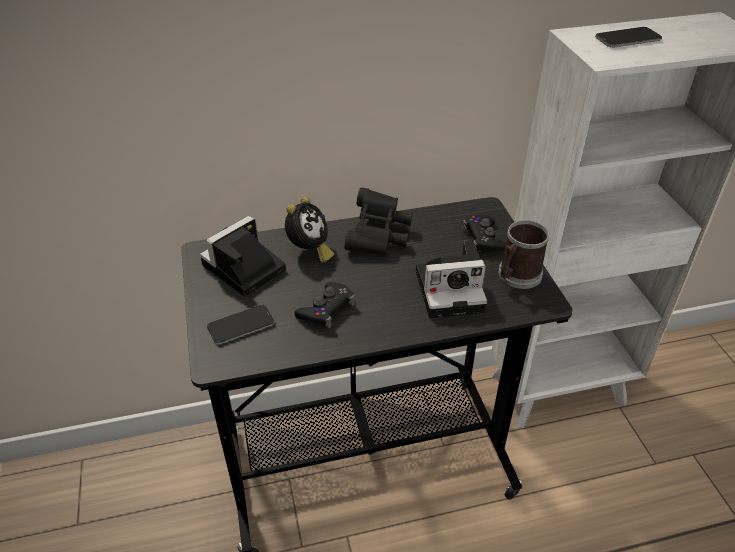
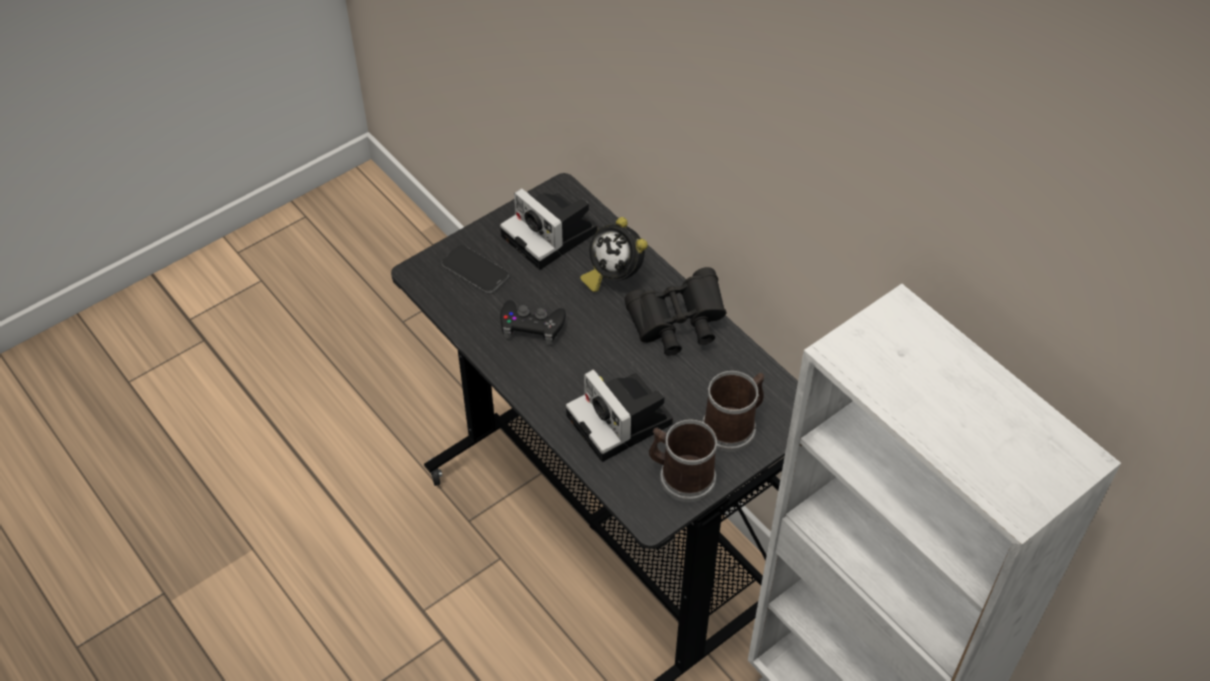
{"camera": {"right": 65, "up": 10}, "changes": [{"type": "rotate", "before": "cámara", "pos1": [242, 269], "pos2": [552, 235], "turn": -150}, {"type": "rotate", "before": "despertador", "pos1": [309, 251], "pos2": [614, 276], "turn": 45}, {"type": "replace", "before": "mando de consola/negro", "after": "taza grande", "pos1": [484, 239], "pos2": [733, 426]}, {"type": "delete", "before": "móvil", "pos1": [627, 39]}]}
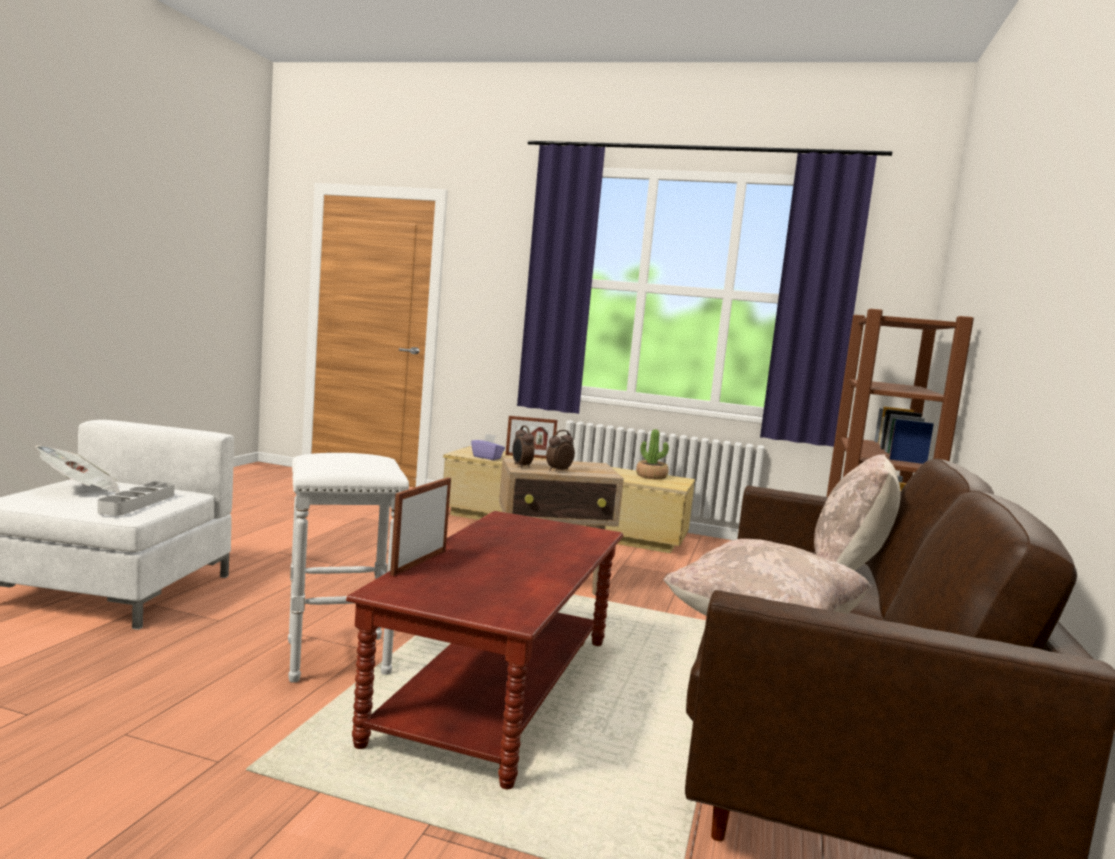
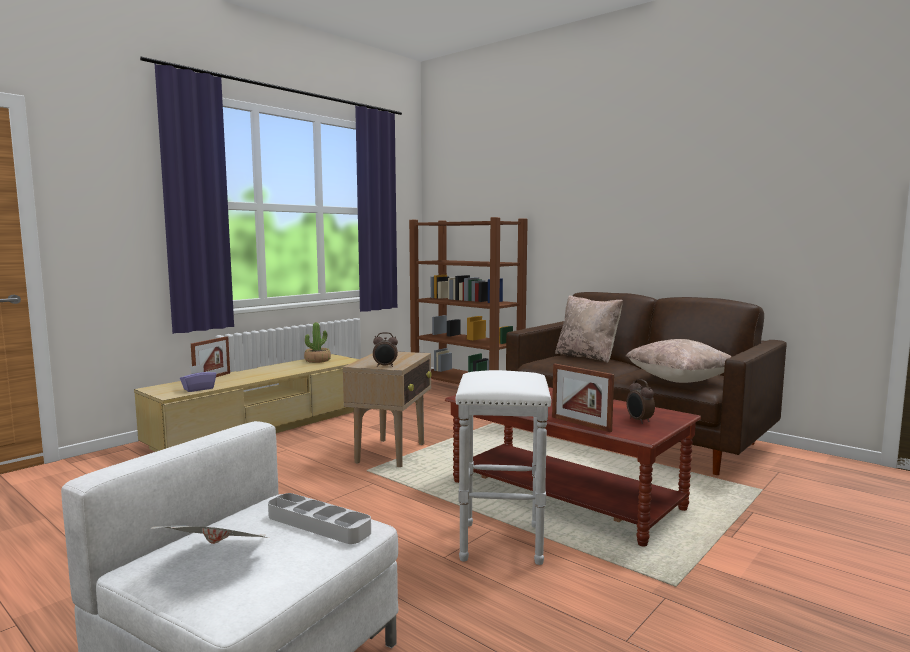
{"camera": {"right": -65, "up": 0}, "changes": [{"type": "move", "before": "despertador", "pos1": [558, 470], "pos2": [639, 421]}]}
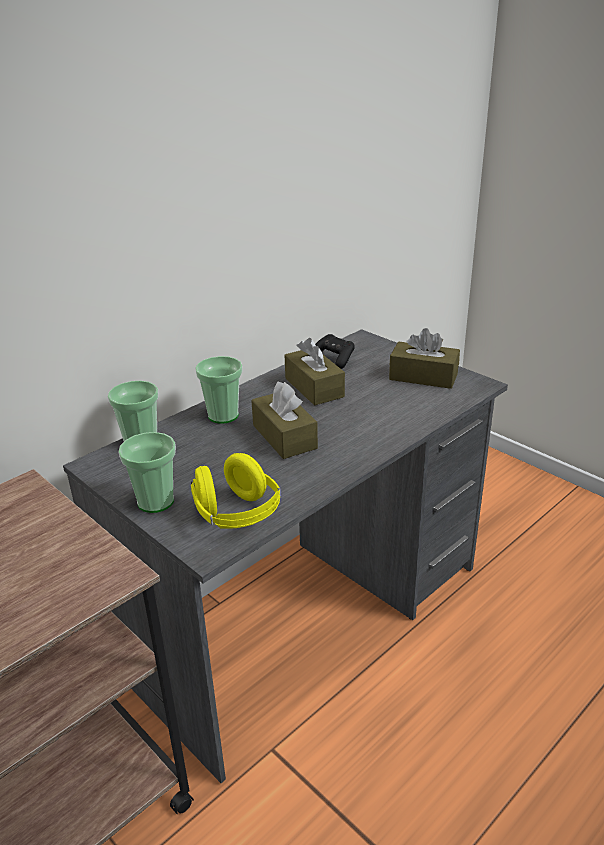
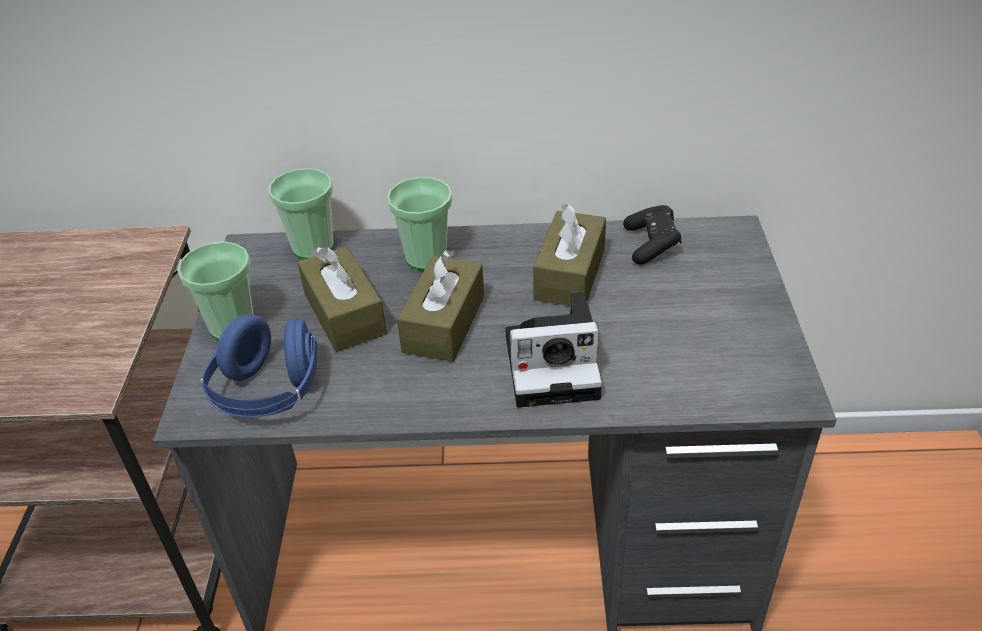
{"camera": {"right": 45, "up": 10}, "changes": [{"type": "recolor", "before": "auriculares/amarillo", "after": "auriculares/azul", "pos1": [237, 515], "pos2": [269, 392]}, {"type": "move", "before": "caja de pañuelos/marrón", "pos1": [423, 376], "pos2": [344, 314]}, {"type": "insert", "after": "cámara", "pos2": [556, 365]}]}
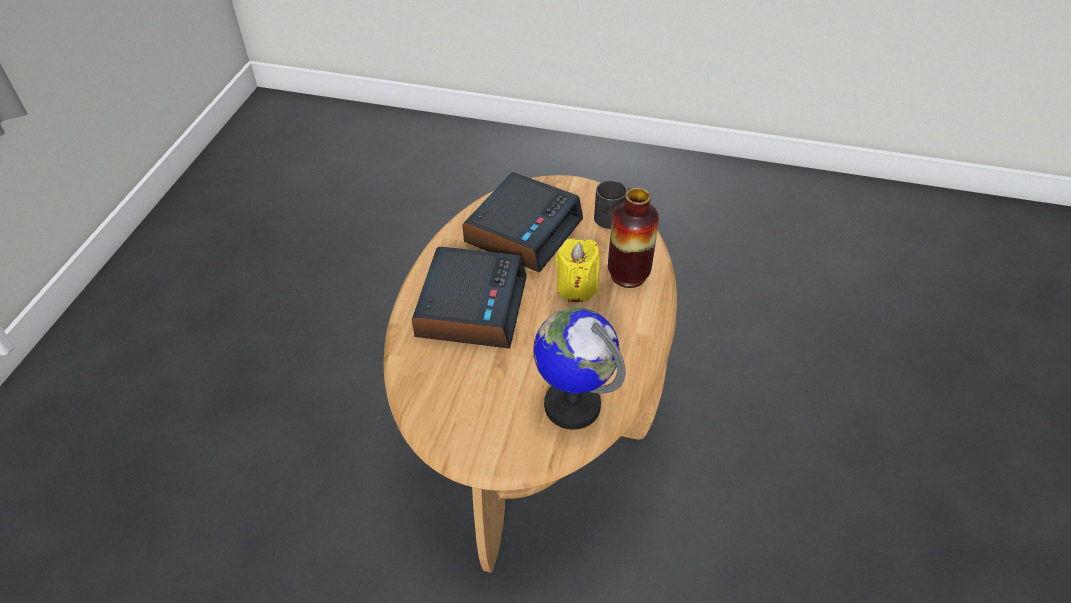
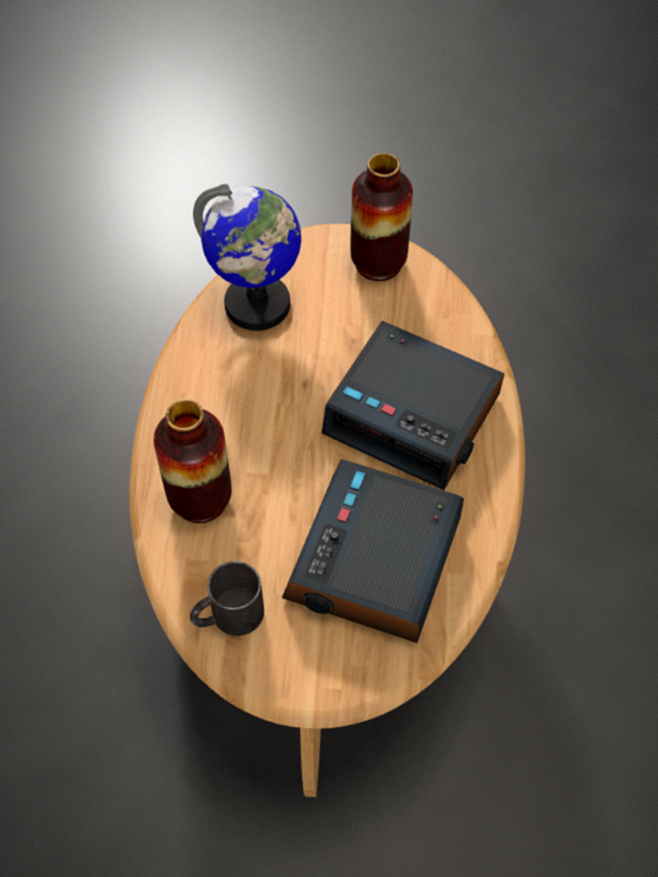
{"camera": {"right": 170, "up": 10}, "changes": [{"type": "rotate", "before": "despertador", "pos1": [470, 306], "pos2": [414, 414], "turn": -60}, {"type": "insert", "after": "florero", "pos2": [378, 263]}, {"type": "delete", "before": "vela/amarillo", "pos1": [576, 288]}]}
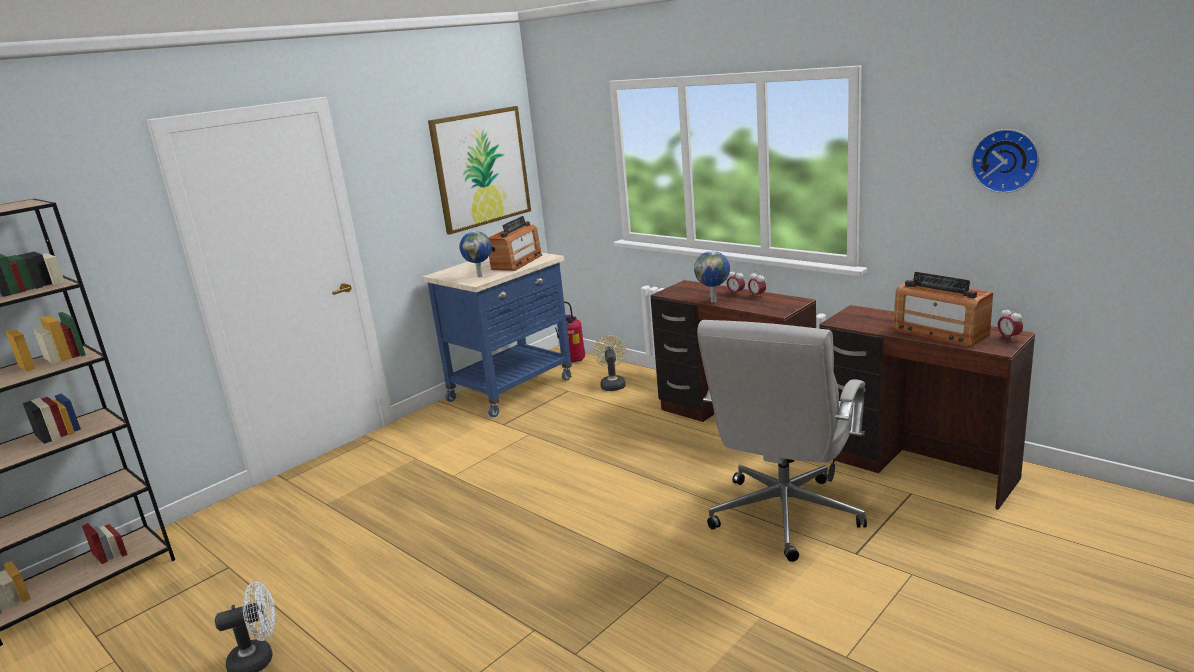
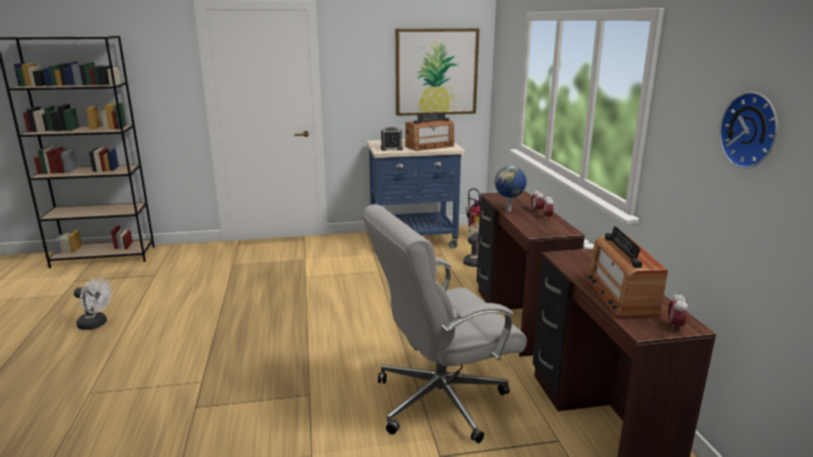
{"camera": {"right": 35, "up": 0}, "changes": [{"type": "replace", "before": "globo terráqueo", "after": "despertador", "pos1": [480, 276], "pos2": [391, 148]}]}
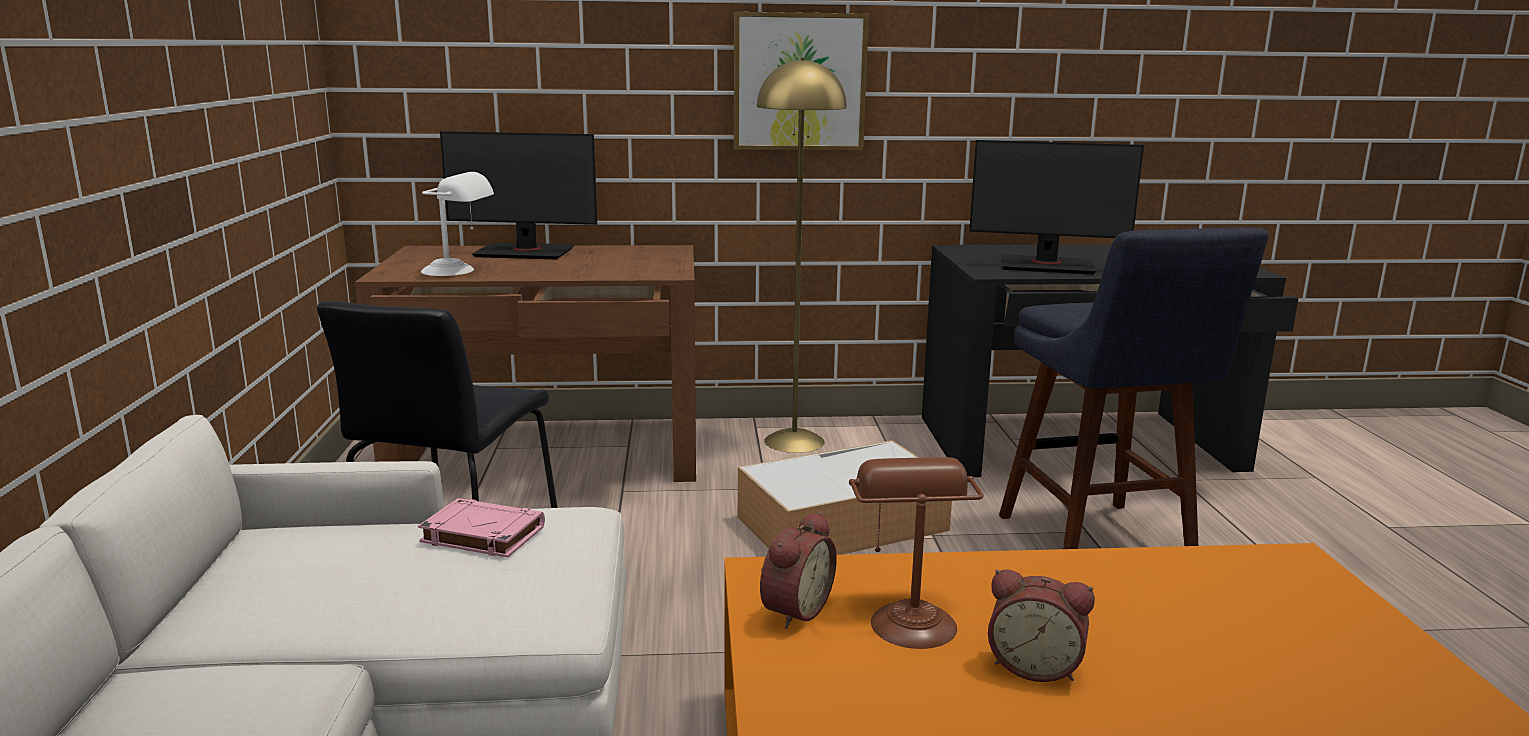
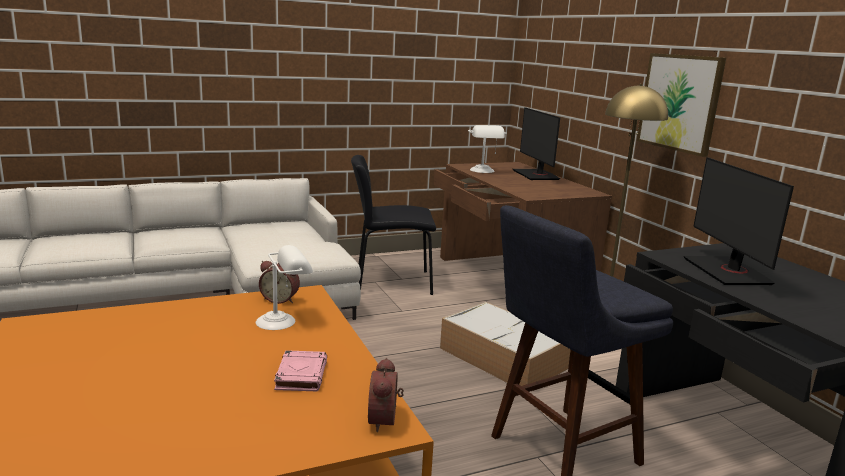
{"camera": {"right": 70, "up": 0}, "changes": [{"type": "recolor", "before": "lámpara de mesa/marrón", "after": "lámpara de mesa/blanco", "pos1": [907, 614], "pos2": [283, 320]}, {"type": "move", "before": "libro/rosa", "pos1": [481, 535], "pos2": [301, 375]}, {"type": "move", "before": "despertador", "pos1": [1034, 666], "pos2": [385, 420]}]}
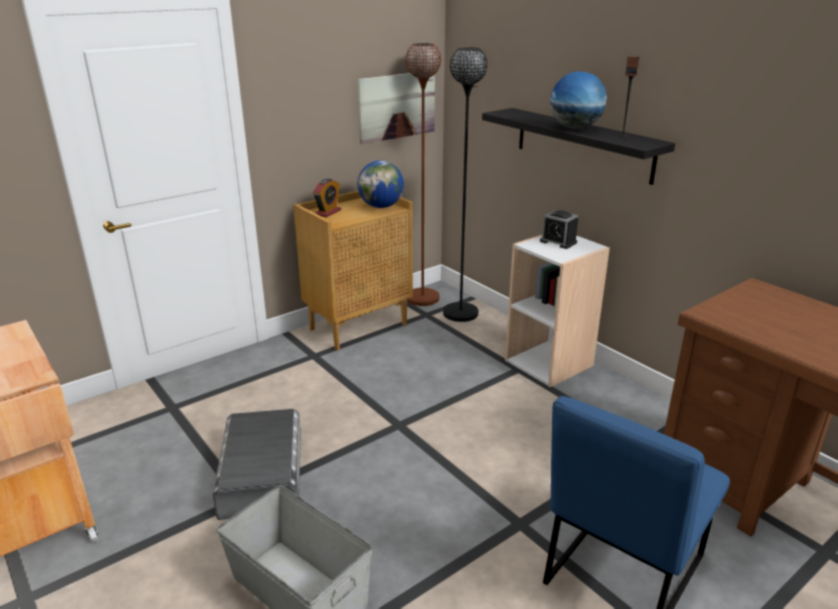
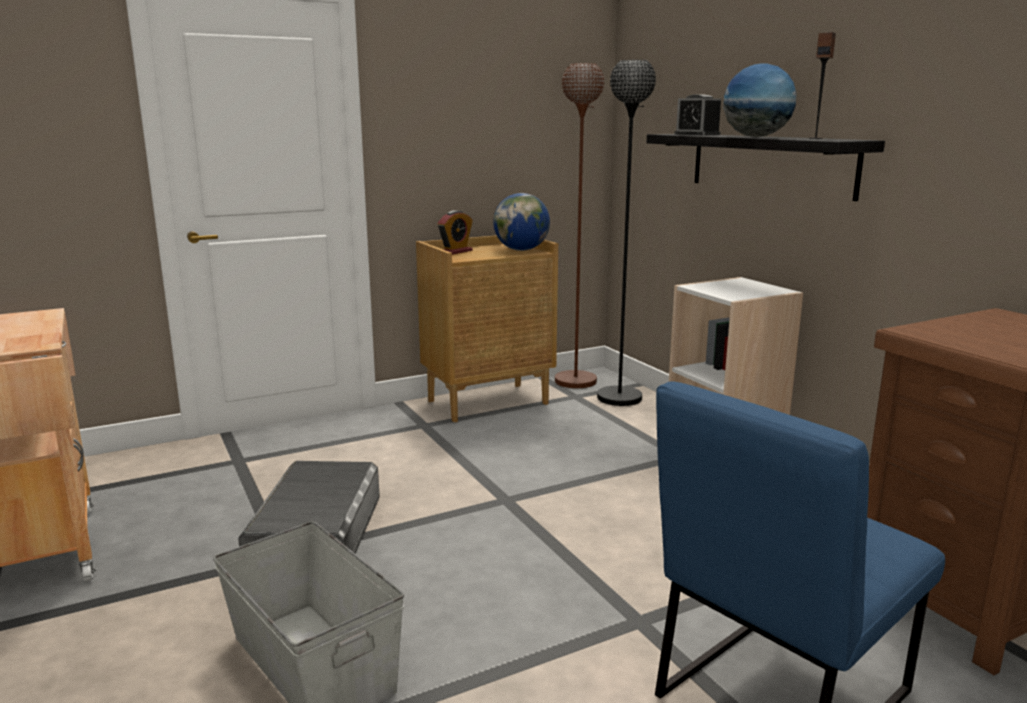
{"camera": {"right": 10, "up": -10}, "changes": [{"type": "move", "before": "despertador", "pos1": [558, 242], "pos2": [697, 134]}, {"type": "delete", "before": "cuadro", "pos1": [397, 106]}]}
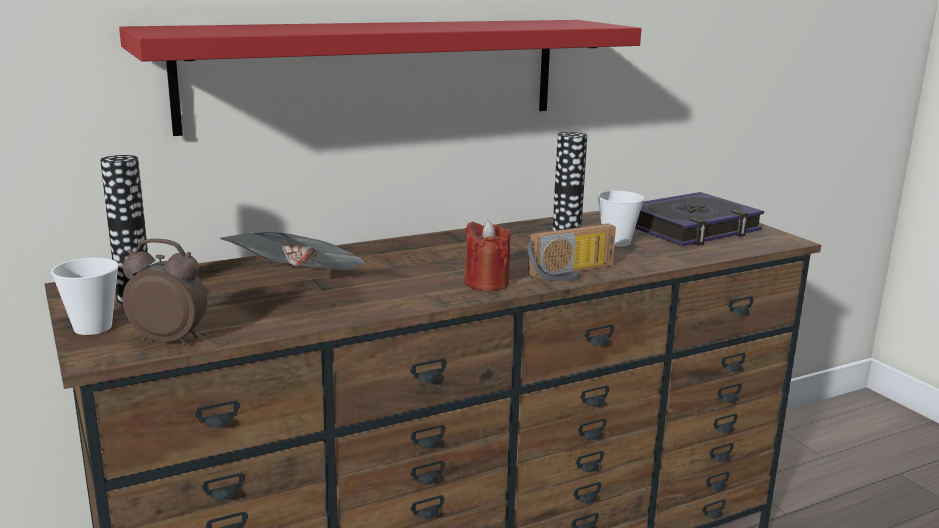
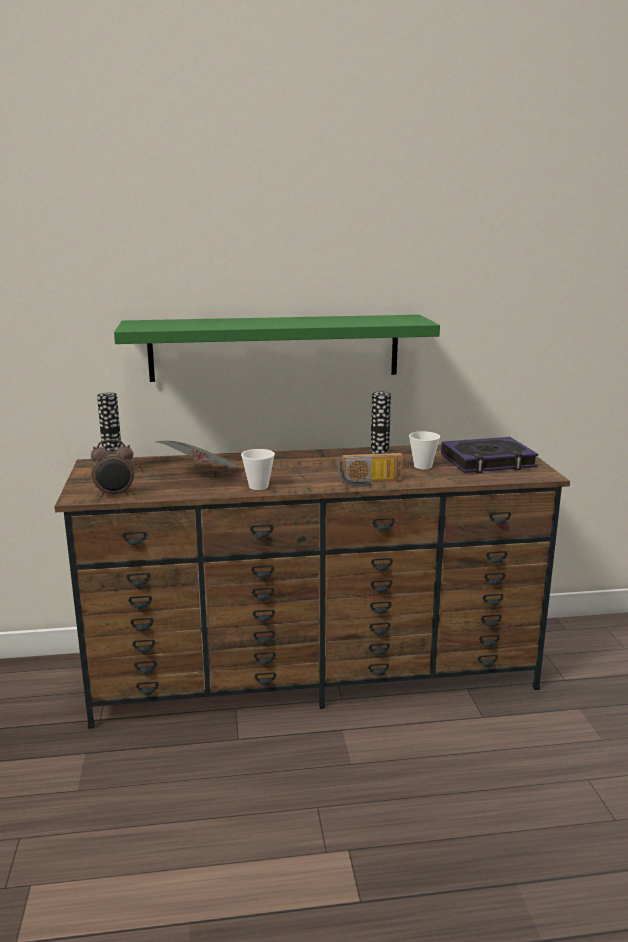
{"camera": {"right": 20, "up": 0}, "changes": [{"type": "rotate", "before": "despertador", "pos1": [169, 340], "pos2": [115, 494], "turn": 135}, {"type": "recolor", "before": "estante/rojo", "after": "estante/verde", "pos1": [376, 73], "pos2": [275, 347]}, {"type": "move", "before": "taza", "pos1": [93, 327], "pos2": [258, 486]}, {"type": "delete", "before": "vela/rojo", "pos1": [486, 283]}]}
